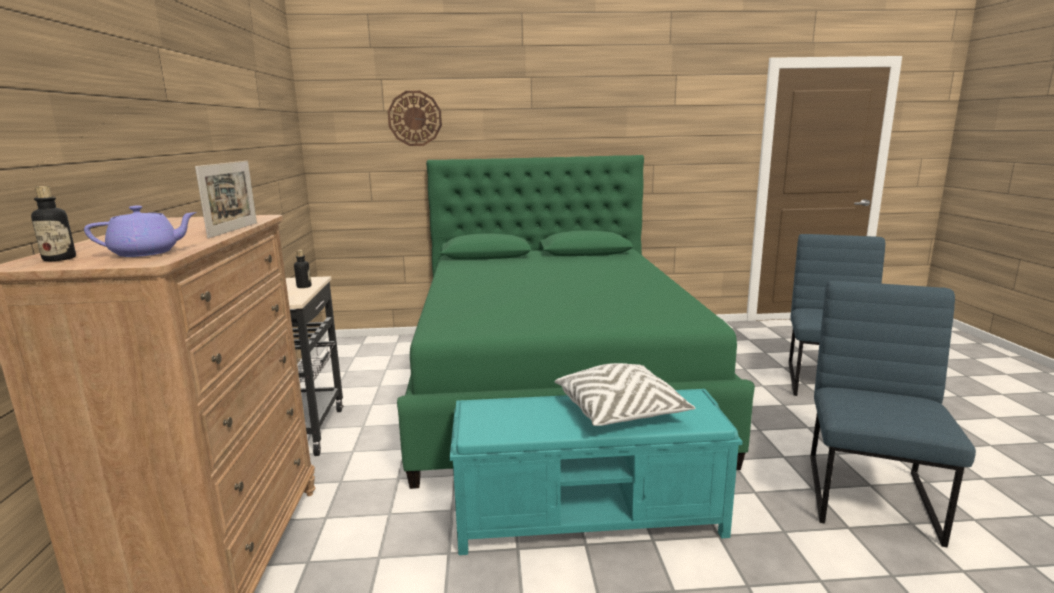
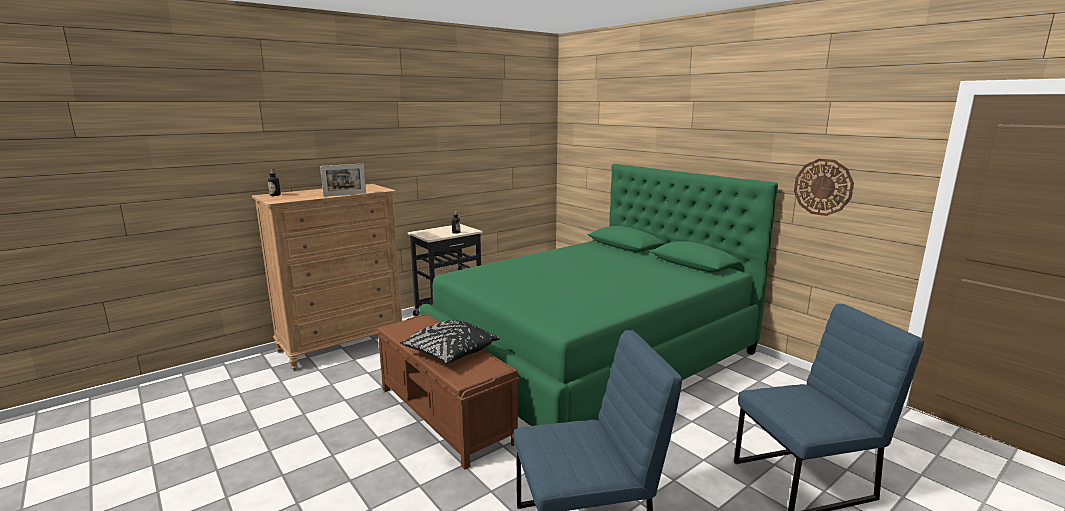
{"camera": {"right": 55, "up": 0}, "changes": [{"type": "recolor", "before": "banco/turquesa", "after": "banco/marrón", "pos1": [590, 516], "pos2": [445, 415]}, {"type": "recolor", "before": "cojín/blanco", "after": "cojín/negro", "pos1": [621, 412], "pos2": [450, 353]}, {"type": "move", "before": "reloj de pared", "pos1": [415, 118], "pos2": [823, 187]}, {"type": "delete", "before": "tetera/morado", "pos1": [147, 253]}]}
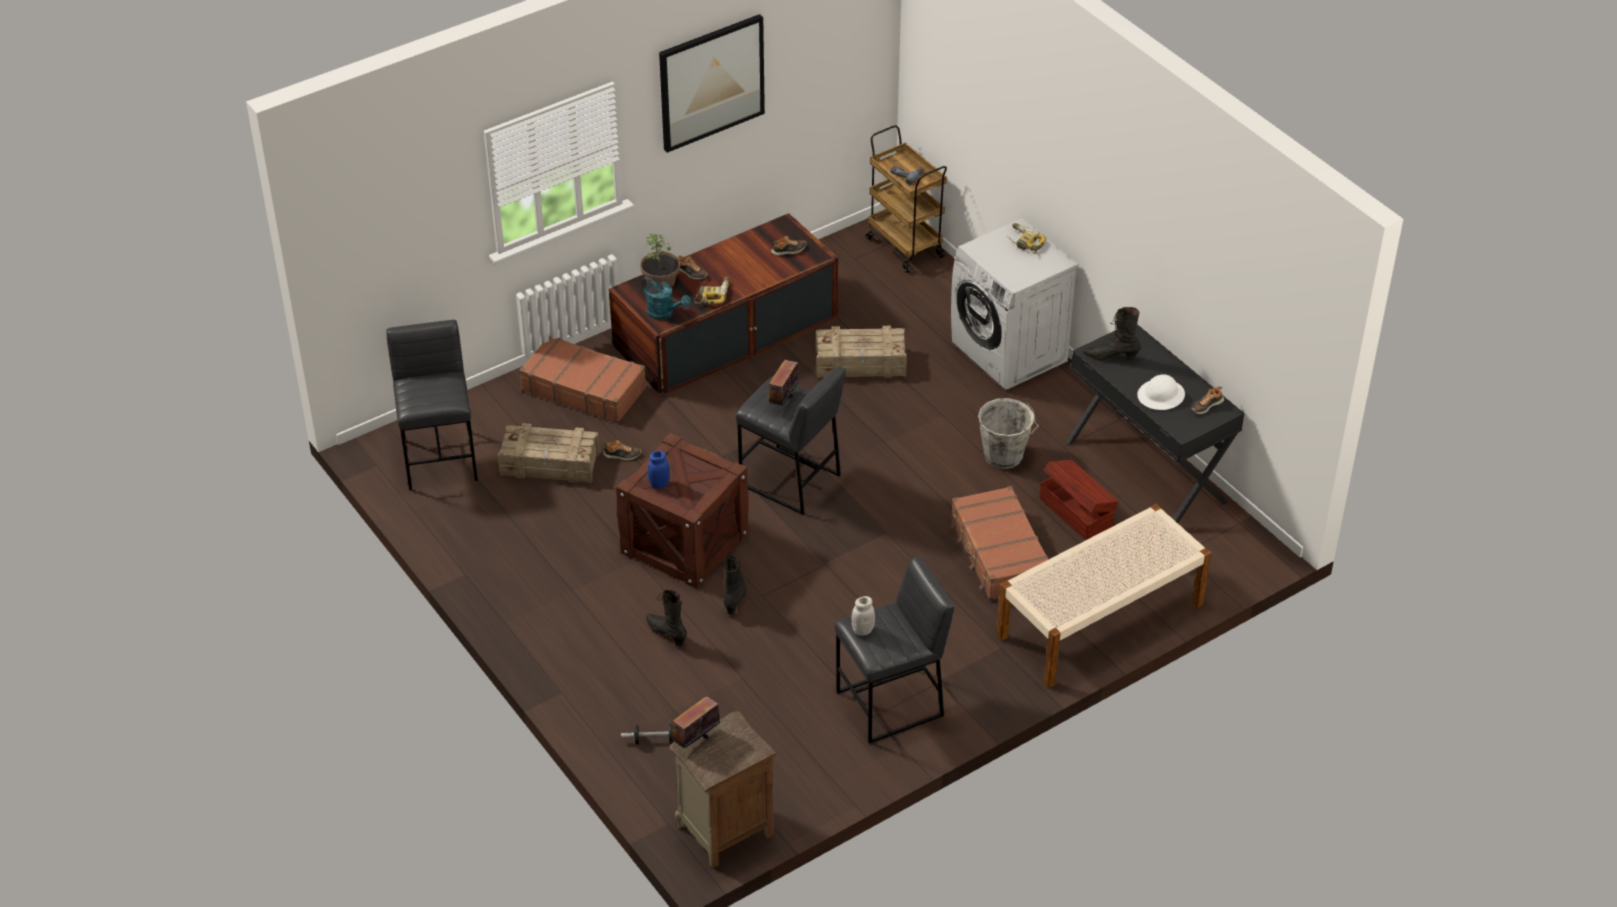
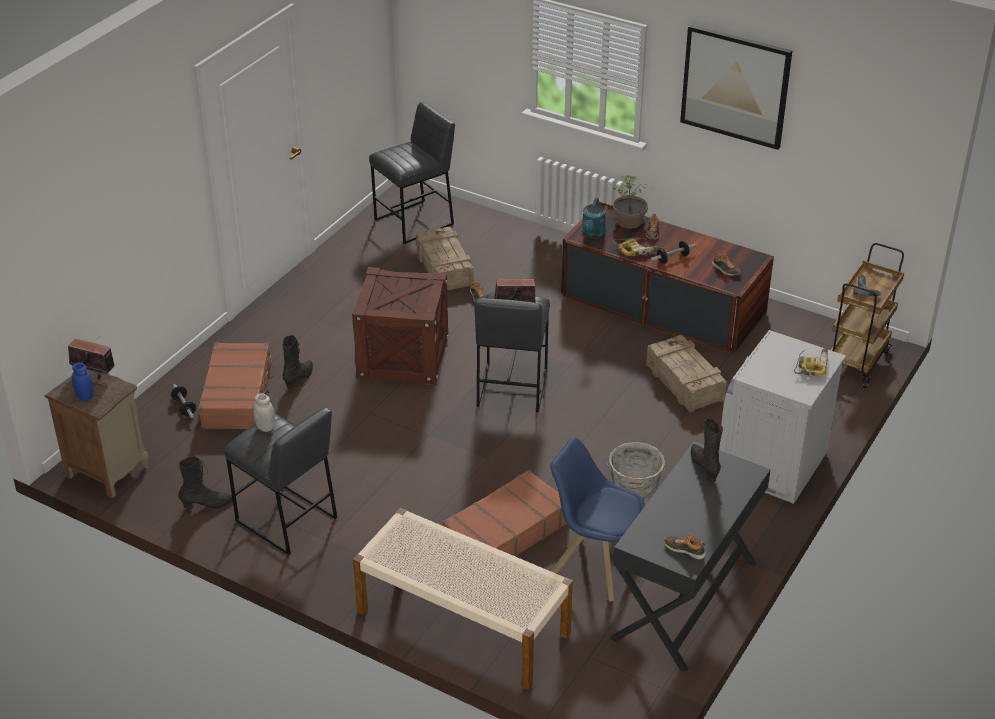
{"camera": {"right": 65, "up": -5}, "changes": [{"type": "move", "before": "tarro/azul", "pos1": [659, 484], "pos2": [85, 396]}, {"type": "move", "before": "bota/negro", "pos1": [735, 599], "pos2": [208, 505]}, {"type": "move", "before": "maleta/marrón", "pos1": [584, 389], "pos2": [238, 395]}, {"type": "replace", "before": "caja de almacenaje/marrón", "after": "silla/azul", "pos1": [1076, 512], "pos2": [595, 567]}, {"type": "insert", "after": "mancuerna", "pos2": [672, 258]}, {"type": "delete", "before": "casco/blanco", "pos1": [1161, 396]}]}
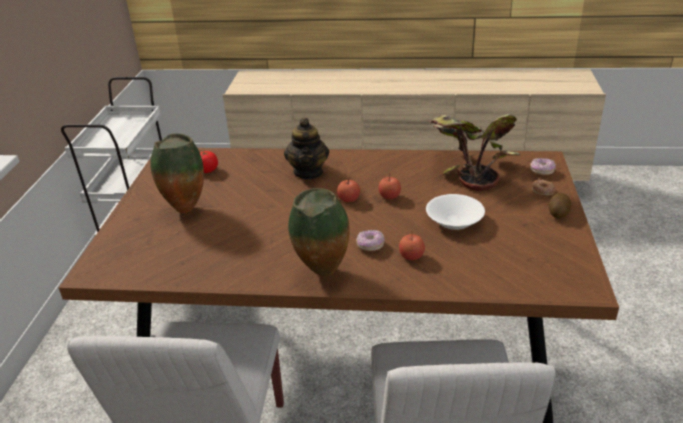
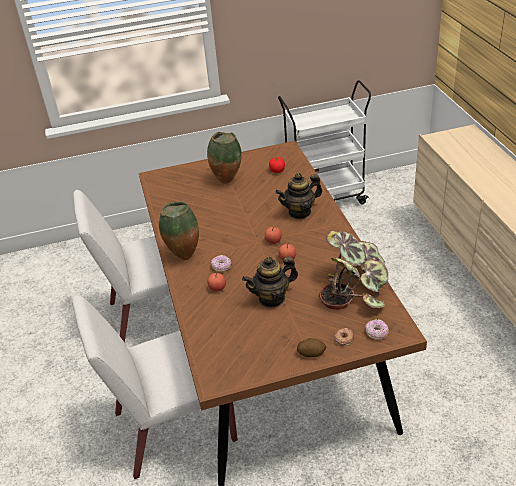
{"camera": {"right": 70, "up": 5}, "changes": [{"type": "replace", "before": "cuenco/blanco", "after": "tetera", "pos1": [455, 220], "pos2": [272, 298]}]}
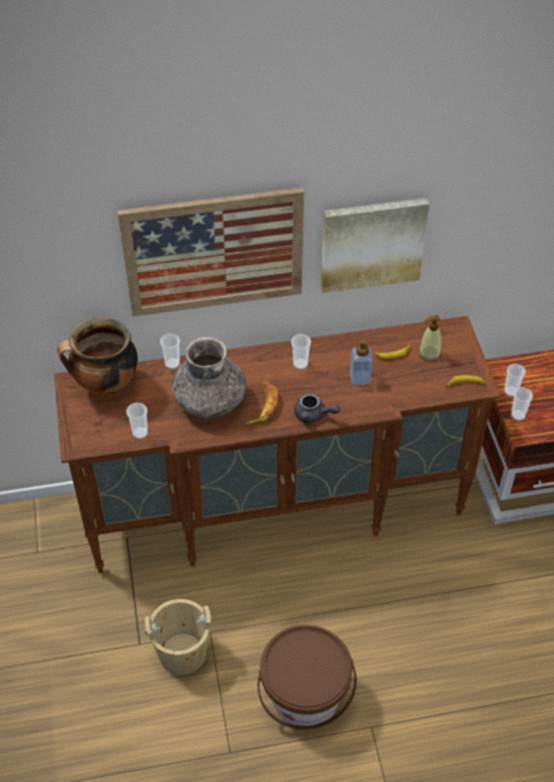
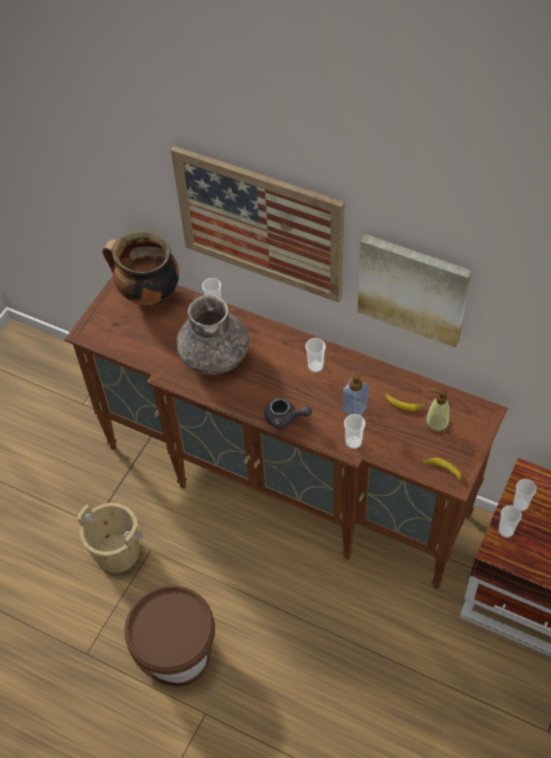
{"camera": {"right": 40, "up": 5}, "changes": [{"type": "rotate", "before": "tetera/gris", "pos1": [314, 415], "pos2": [285, 418], "turn": -45}, {"type": "move", "before": "taza", "pos1": [140, 433], "pos2": [353, 442]}, {"type": "delete", "before": "plátano", "pos1": [262, 405]}]}
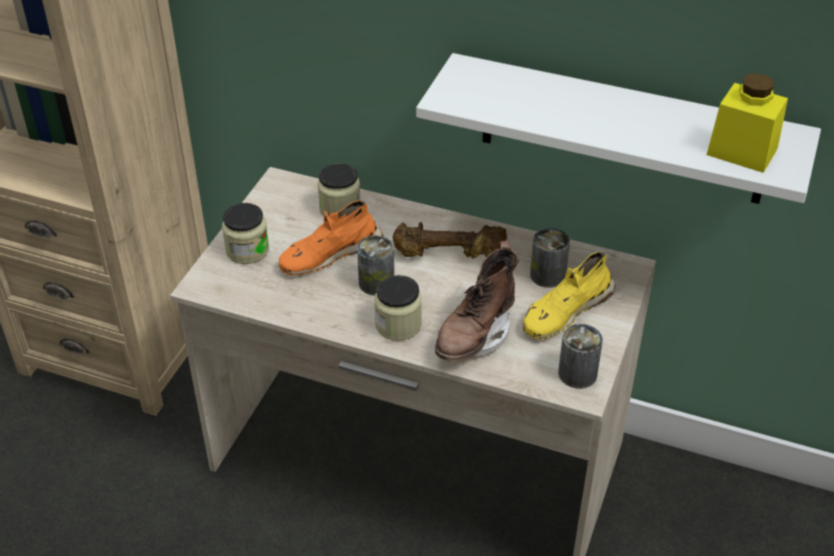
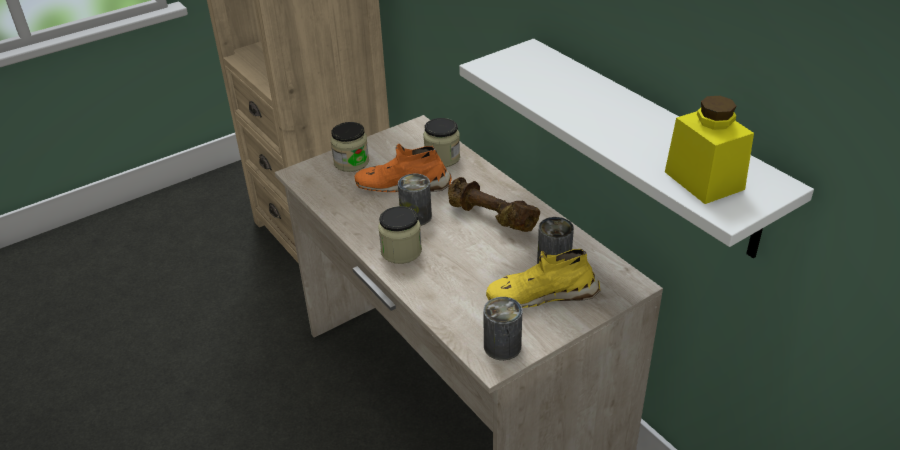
{"camera": {"right": 35, "up": -5}, "changes": [{"type": "delete", "before": "bota/marrón", "pos1": [475, 336]}]}
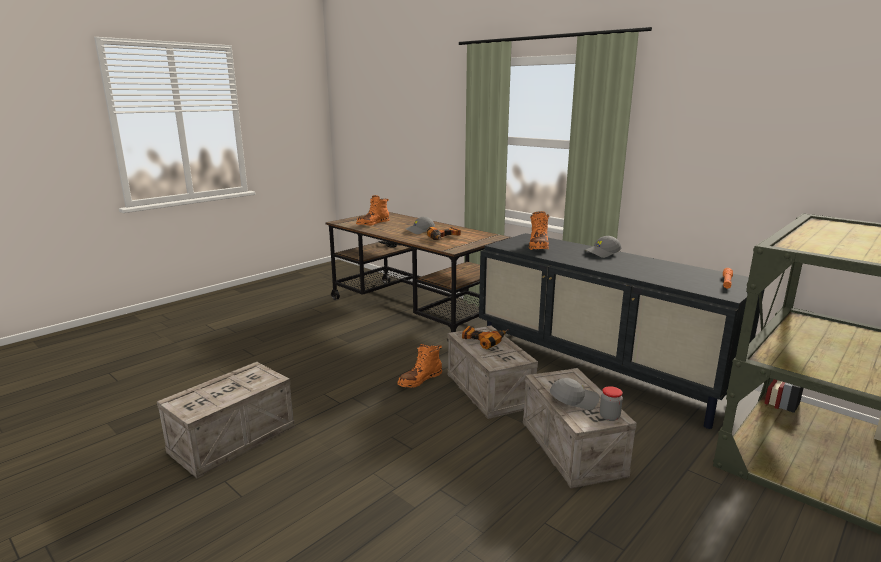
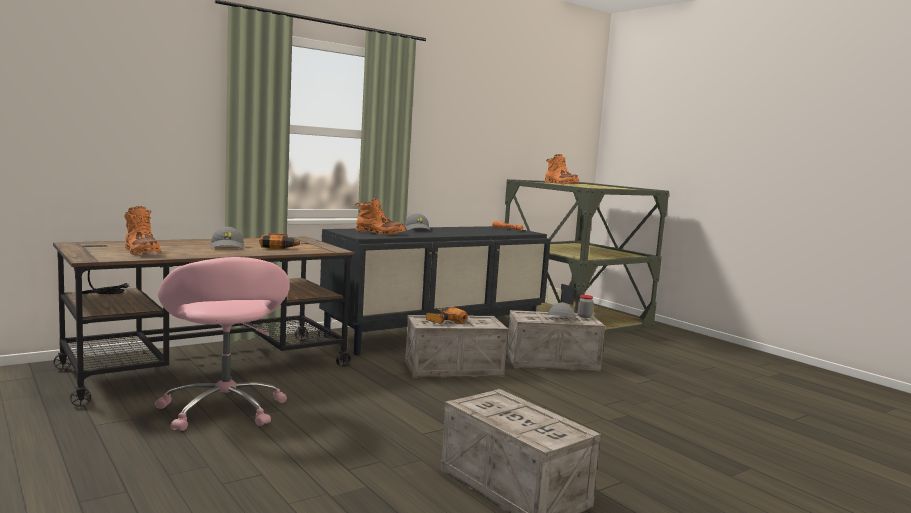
{"camera": {"right": -80, "up": -10}, "changes": [{"type": "insert", "after": "silla de oficina/rosa", "pos2": [223, 411]}, {"type": "move", "before": "bota/naranja", "pos1": [420, 380], "pos2": [560, 184]}]}
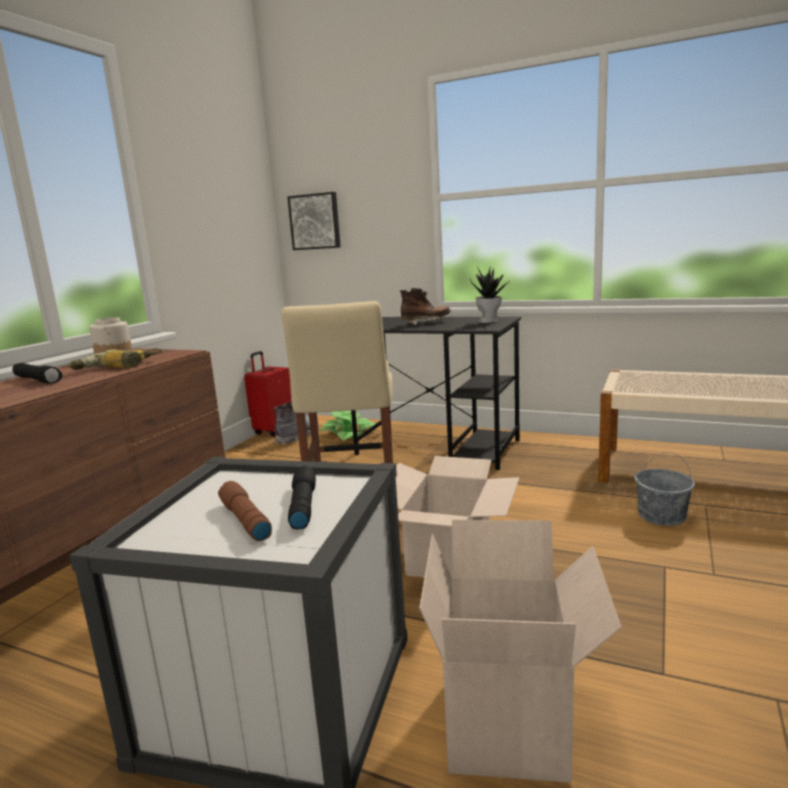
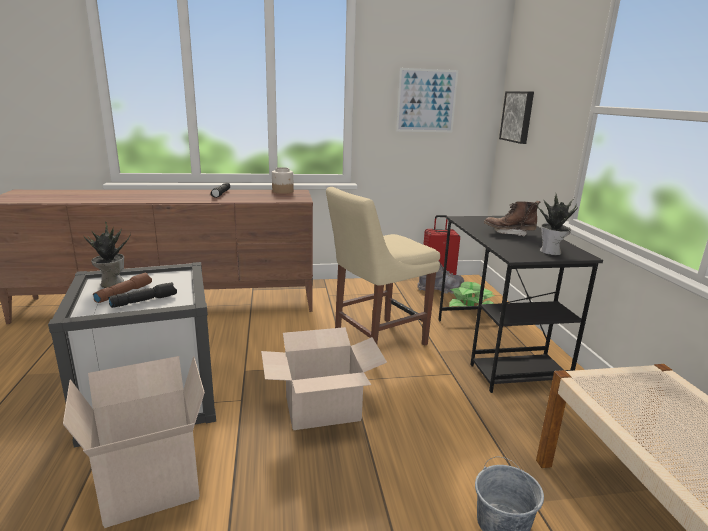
{"camera": {"right": 55, "up": 5}, "changes": [{"type": "insert", "after": "planta en maceta", "pos2": [111, 284]}, {"type": "insert", "after": "cuadro", "pos2": [426, 101]}, {"type": "rotate", "before": "bota/marrón", "pos1": [425, 323], "pos2": [509, 233], "turn": 150}, {"type": "delete", "before": "taladro", "pos1": [117, 367]}]}
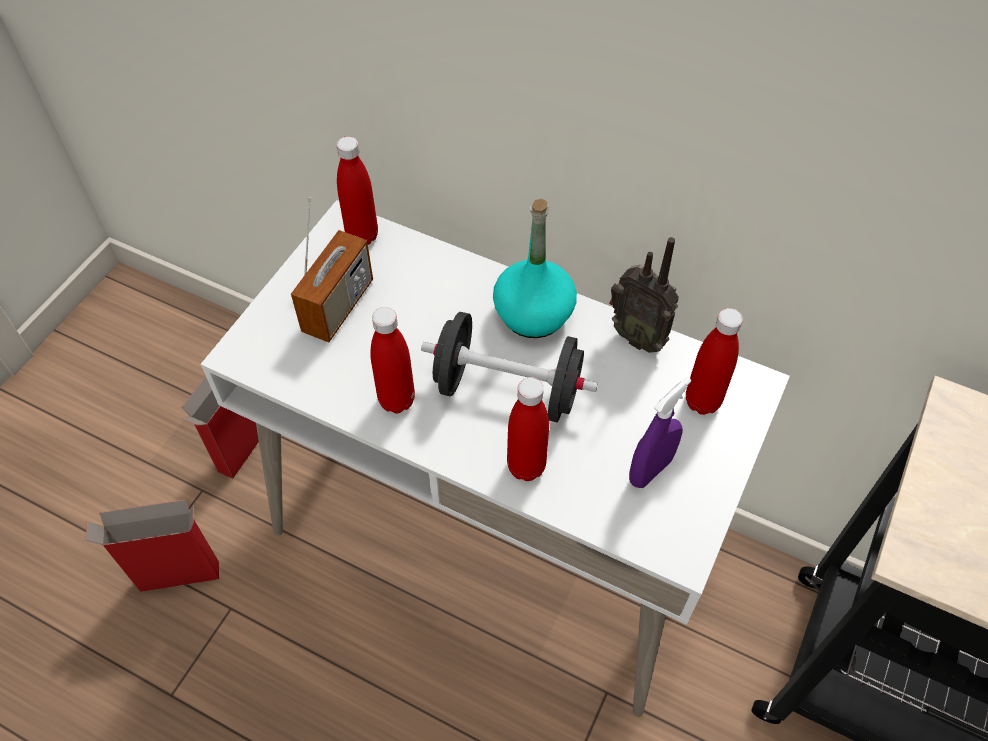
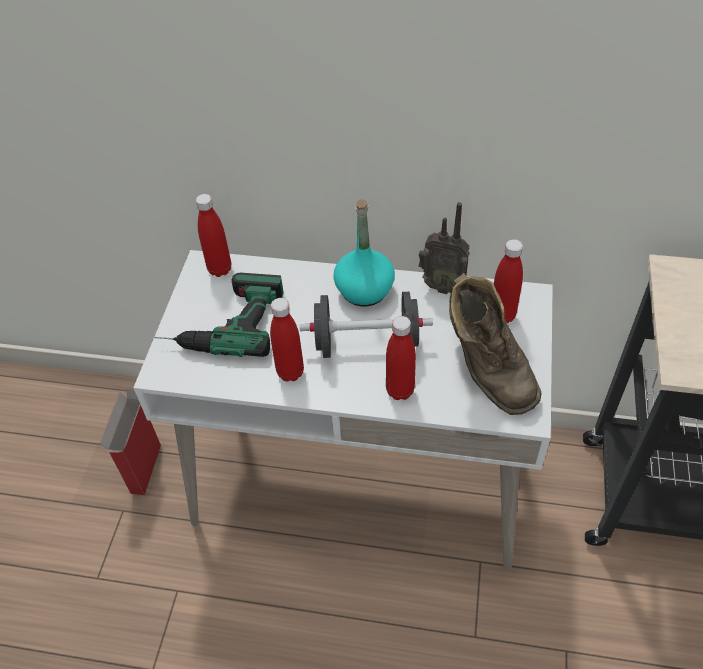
{"camera": {"right": -15, "up": -5}, "changes": [{"type": "replace", "before": "radio", "after": "taladro", "pos1": [338, 306], "pos2": [221, 321]}, {"type": "replace", "before": "pulverizador/morado", "after": "bota/marrón", "pos1": [650, 470], "pos2": [485, 369]}, {"type": "delete", "before": "caja de cartón", "pos1": [178, 576]}]}
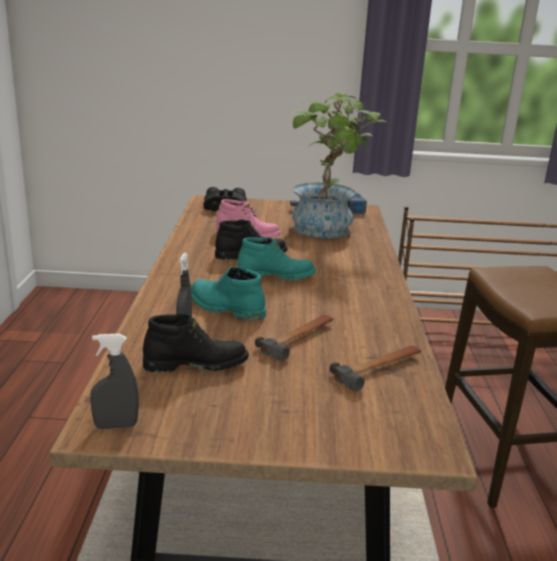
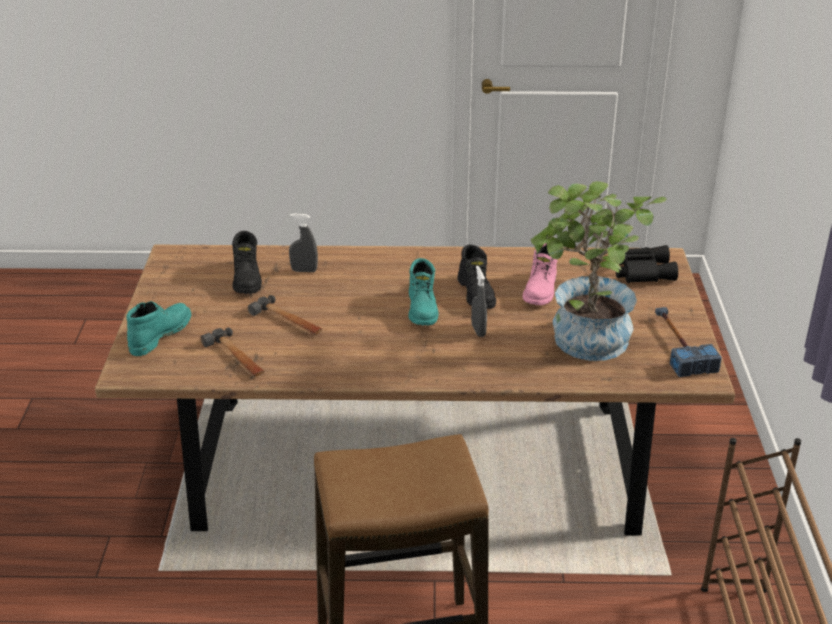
{"camera": {"right": 90, "up": 10}, "changes": [{"type": "move", "before": "bota/turquesa", "pos1": [225, 308], "pos2": [159, 335]}, {"type": "move", "before": "pulverizador/gris", "pos1": [116, 426], "pos2": [478, 330]}]}
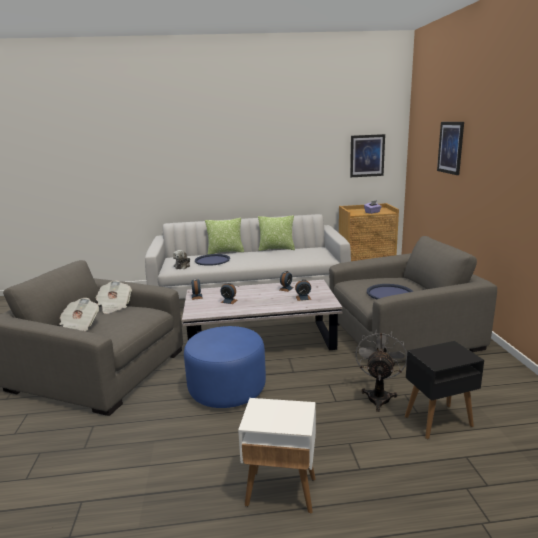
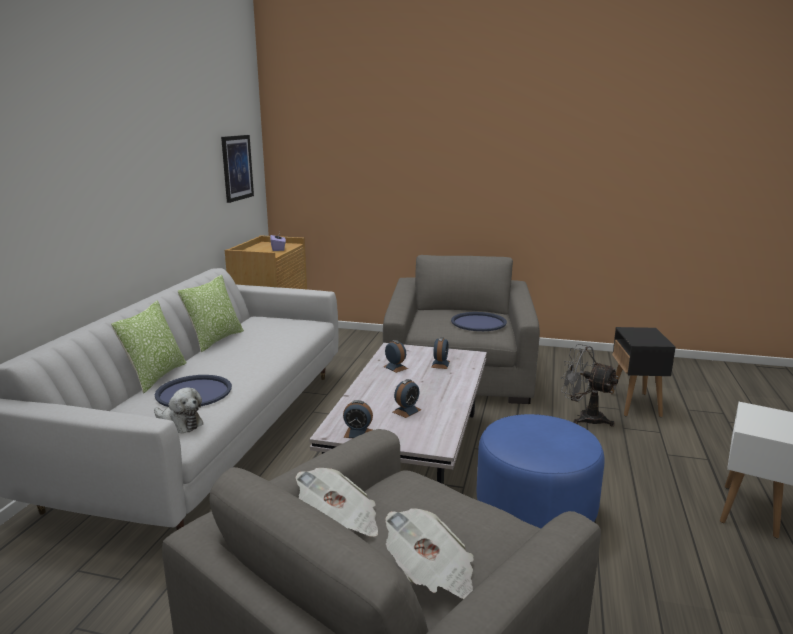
{"camera": {"right": -70, "up": 0}, "changes": [{"type": "delete", "before": "cuadro", "pos1": [450, 147]}]}
